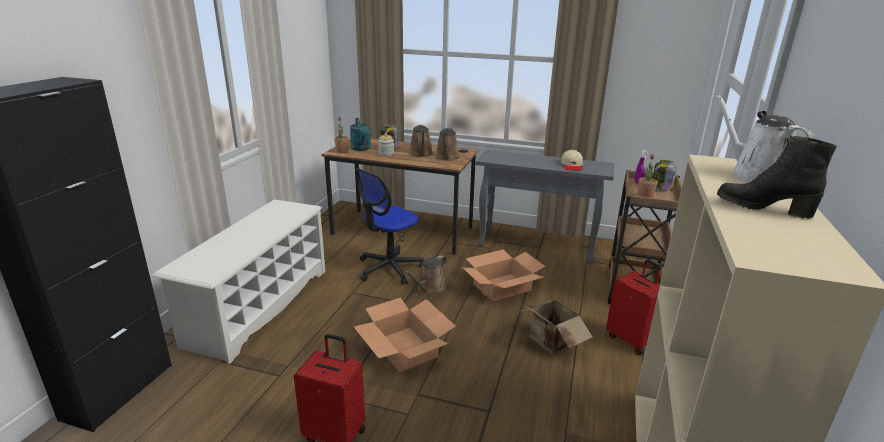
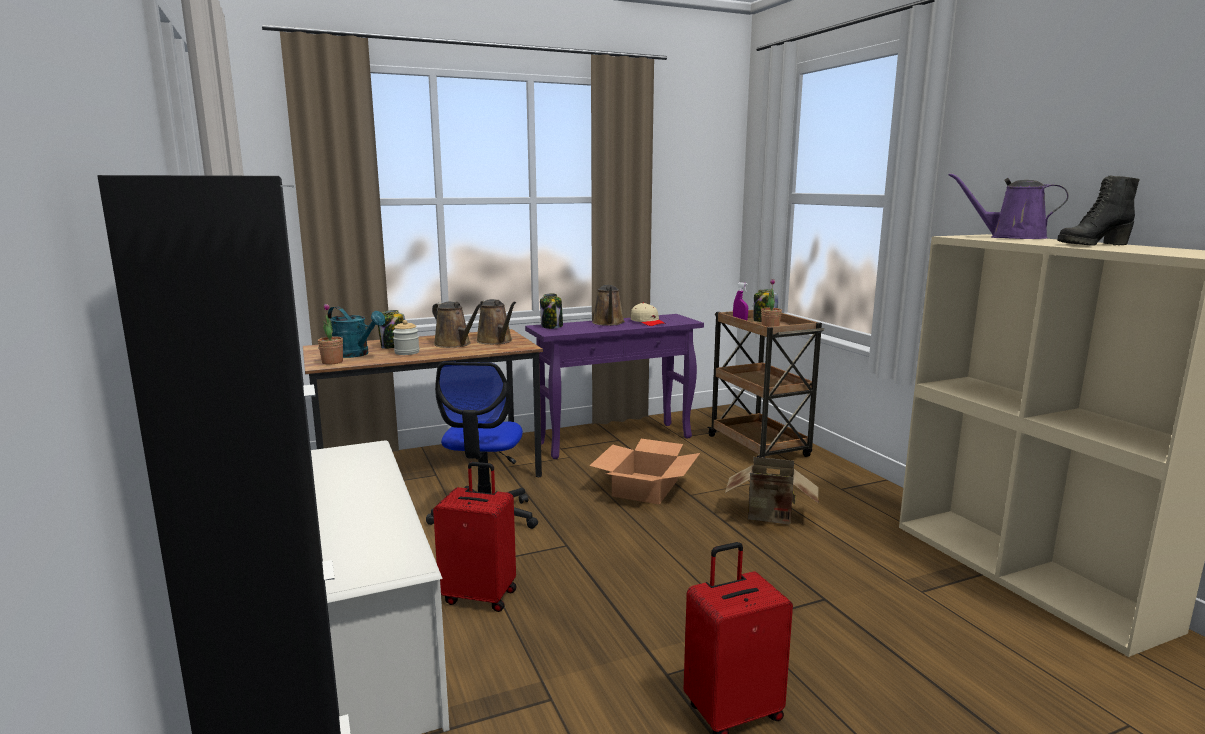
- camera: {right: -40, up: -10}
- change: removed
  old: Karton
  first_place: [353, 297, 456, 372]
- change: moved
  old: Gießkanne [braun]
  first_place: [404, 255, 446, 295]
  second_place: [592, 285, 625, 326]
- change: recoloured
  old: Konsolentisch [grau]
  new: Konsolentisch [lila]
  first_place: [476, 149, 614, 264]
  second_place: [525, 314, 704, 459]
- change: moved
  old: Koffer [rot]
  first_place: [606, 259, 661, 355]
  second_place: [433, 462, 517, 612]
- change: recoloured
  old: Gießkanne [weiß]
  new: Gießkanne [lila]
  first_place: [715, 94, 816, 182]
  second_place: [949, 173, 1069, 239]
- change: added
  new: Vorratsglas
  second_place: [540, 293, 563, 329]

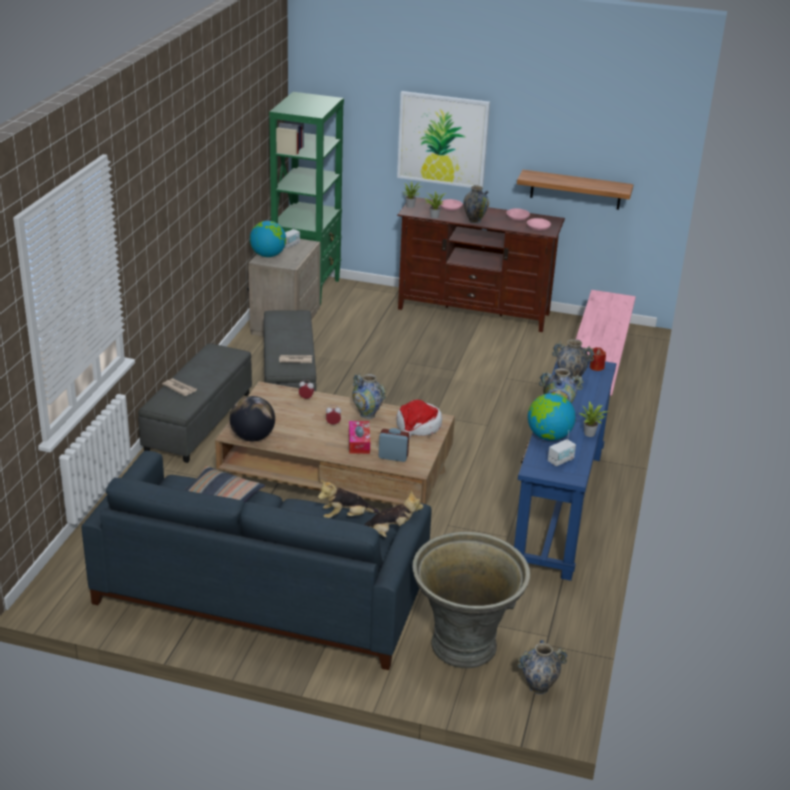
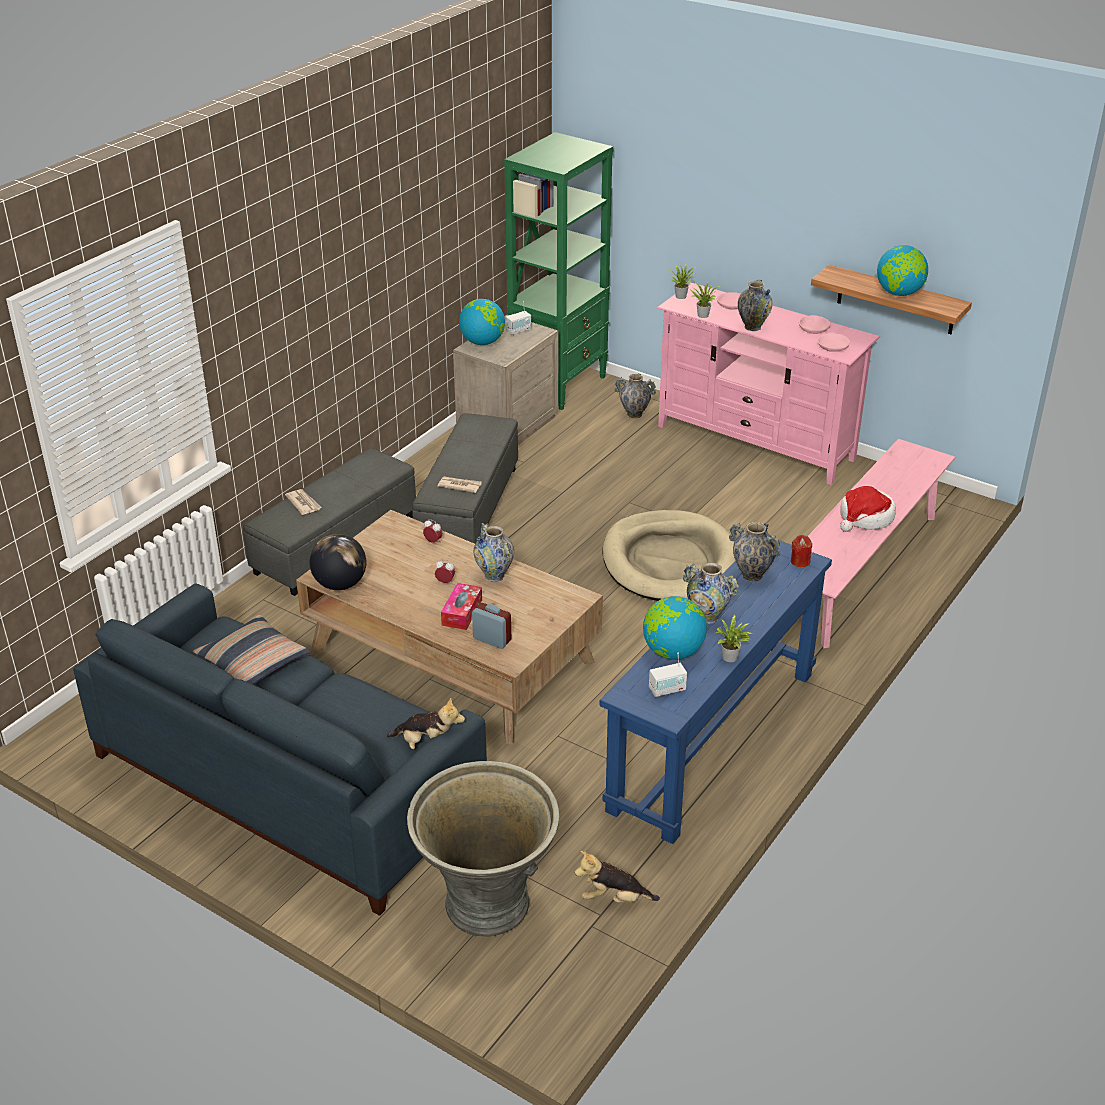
- camera: {right: 20, up: 5}
- change: moved
  old: Plüschtier
  first_place: [318, 480, 379, 518]
  second_place: [575, 851, 660, 903]
- change: moved
  old: Hut
  first_place: [396, 400, 442, 439]
  second_place: [840, 486, 896, 532]
- change: removed
  old: Bild
  first_place: [397, 91, 490, 188]
- change: recoloured
  old: Fernsehschrank [braun]
  new: Fernsehschrank [rosa]
  first_place: [397, 197, 565, 332]
  second_place: [657, 283, 880, 485]
- change: moved
  old: Vase
  first_place: [518, 640, 568, 695]
  second_place: [615, 374, 656, 419]
- change: added
  new: Hundebett [beige]
  second_place: [602, 510, 735, 601]
- change: added
  new: Globus
  second_place: [877, 245, 928, 296]

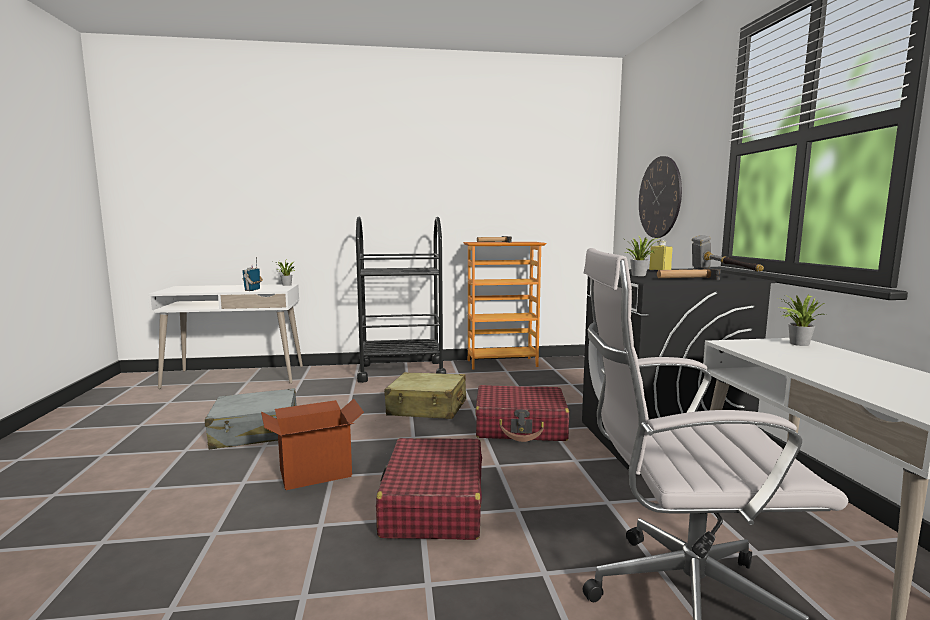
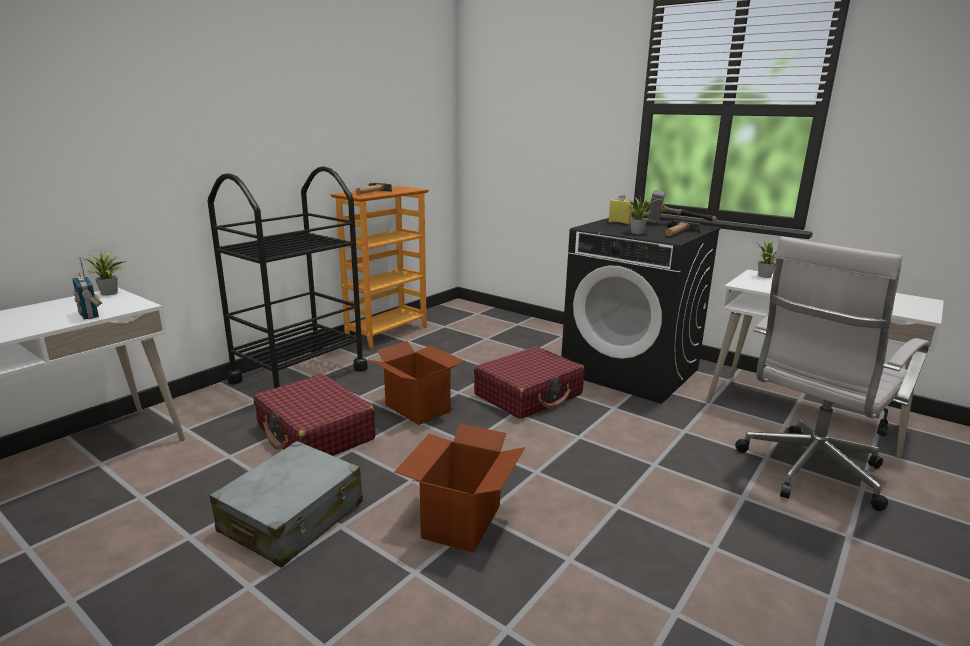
- camera: {right: -45, up: 10}
- change: moved
  old: Koffer [rot]
  first_place: [376, 438, 482, 540]
  second_place: [254, 374, 375, 456]
- change: replaced
  old: Koffer [beige]
  new: Karton
  first_place: [384, 372, 466, 419]
  second_place: [369, 341, 465, 425]
- change: removed
  old: Wanduhr
  first_place: [639, 156, 682, 238]

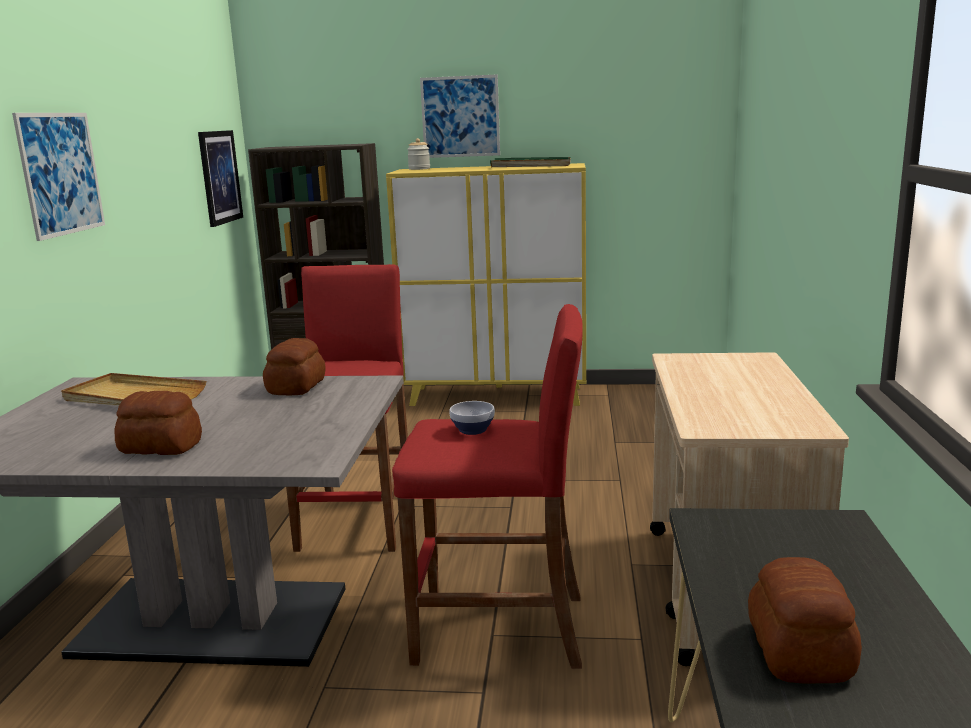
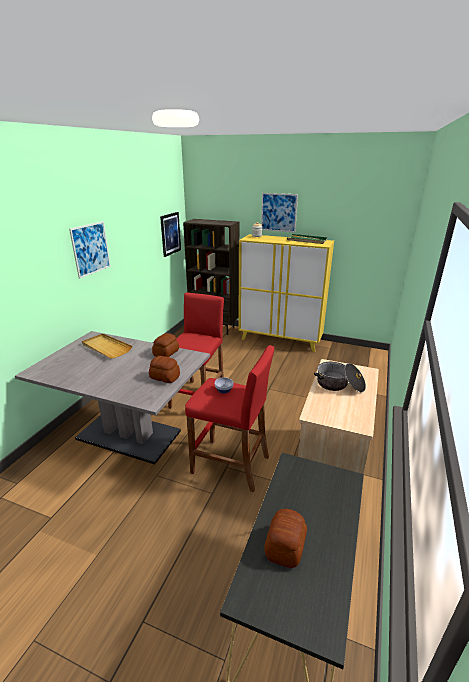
- camera: {right: 15, up: 10}
- change: moved
  old: Brot
  first_place: [115, 391, 202, 455]
  second_place: [149, 356, 180, 383]
- change: added
  new: Kochtopf
  second_place: [314, 362, 366, 392]

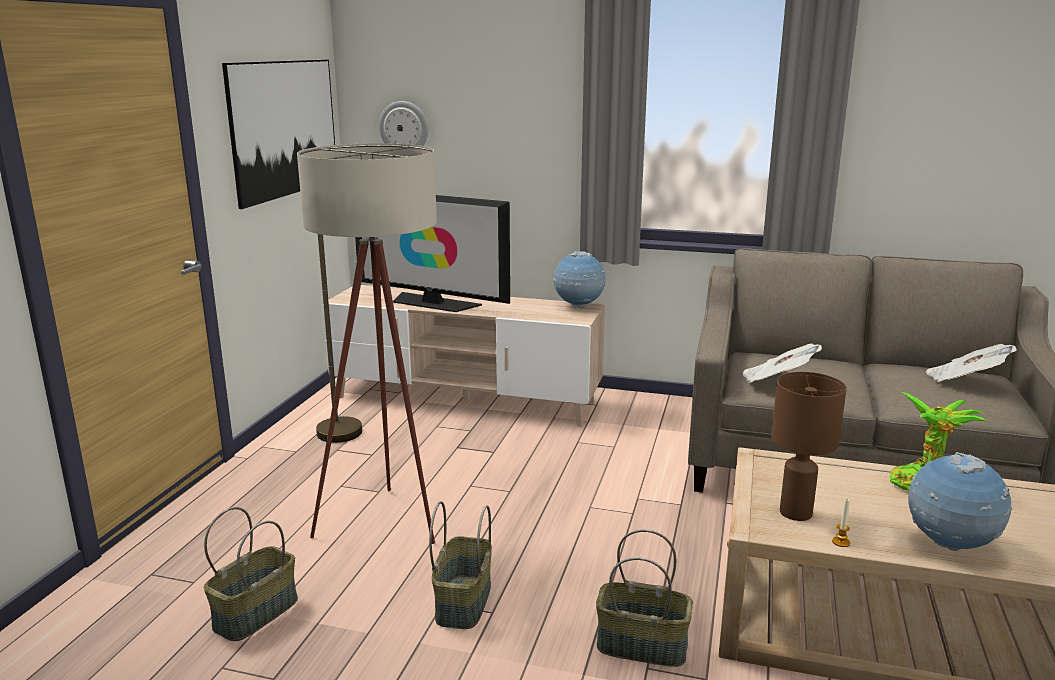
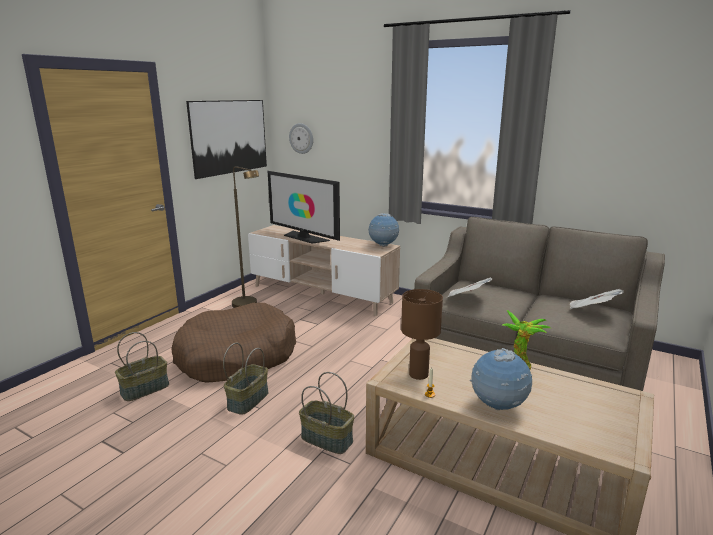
- camera: {right: 15, up: 0}
- change: replaced
  old: Stehlampe [beige]
  new: Hundebett [braun]
  first_place: [297, 143, 437, 544]
  second_place: [171, 303, 296, 383]

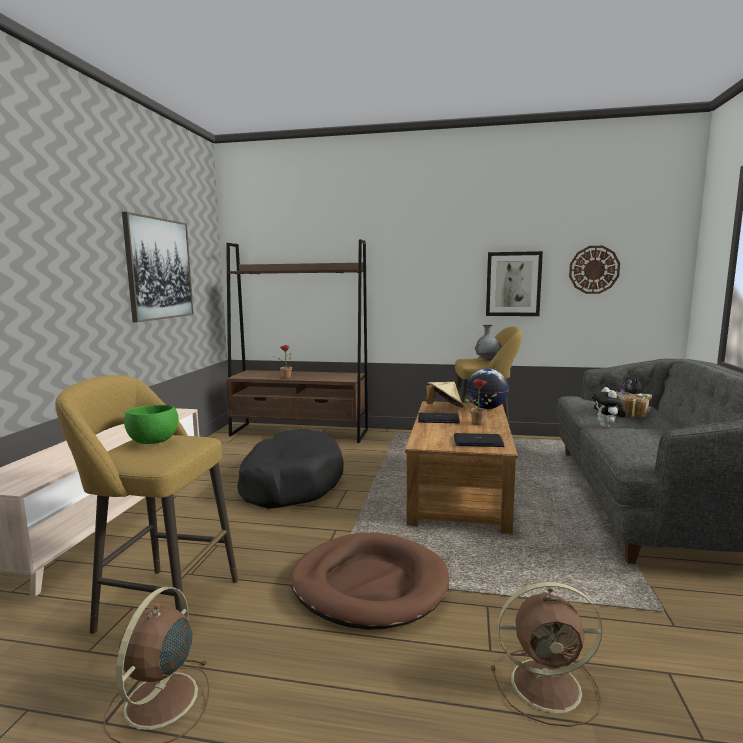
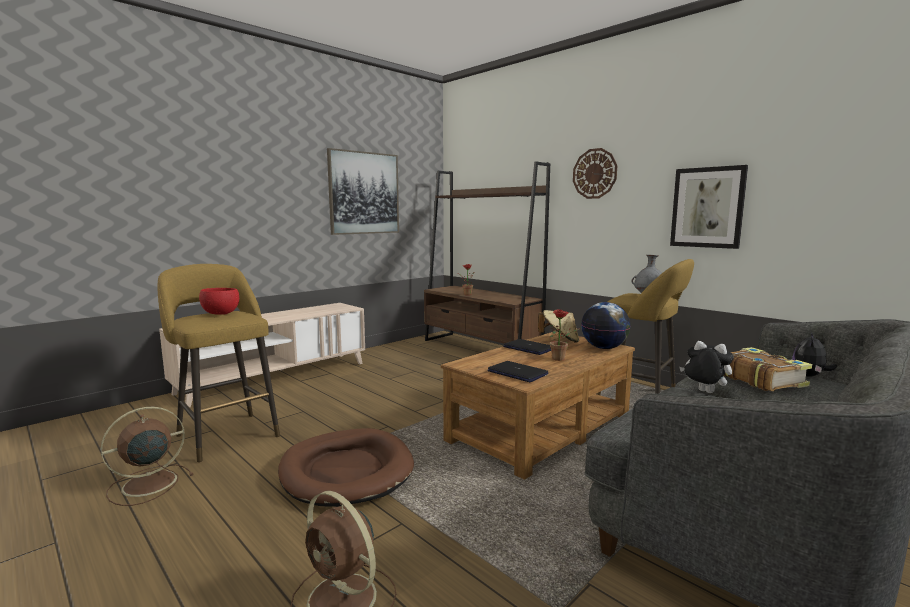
- camera: {right: 35, up: 0}
- change: recoloured
  old: Schüssel [grün]
  new: Schüssel [rot]
  first_place: [124, 405, 179, 444]
  second_place: [199, 288, 239, 315]
- change: removed
  old: Hundebett [schwarz]
  first_place: [237, 428, 344, 509]
- change: moved
  old: Wanduhr
  first_place: [569, 246, 620, 294]
  second_place: [573, 148, 617, 199]
- change: turned
  old: Plüschtier
  first_place: [592, 387, 627, 428]
  second_place: [679, 341, 734, 393]
  degrees: 90

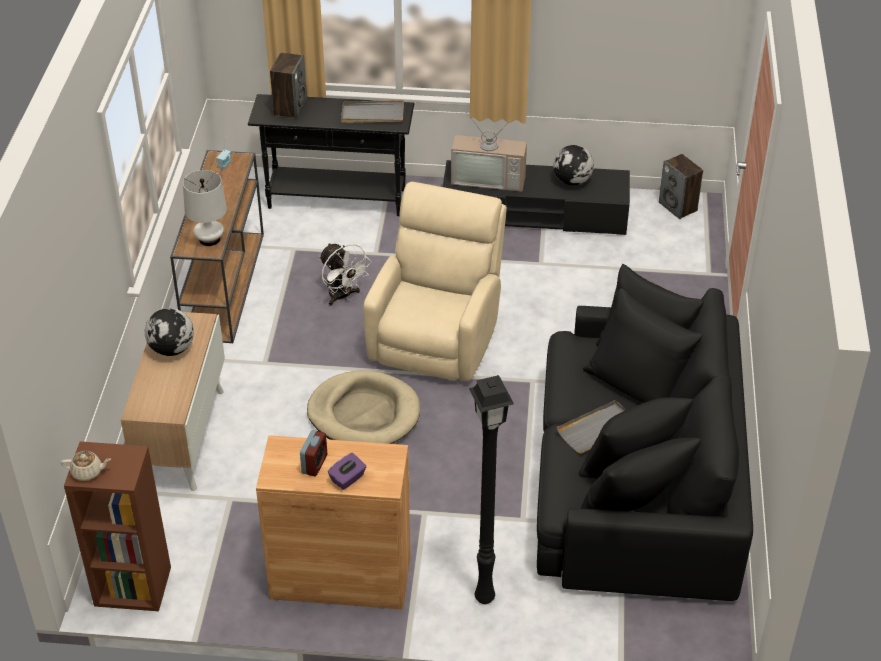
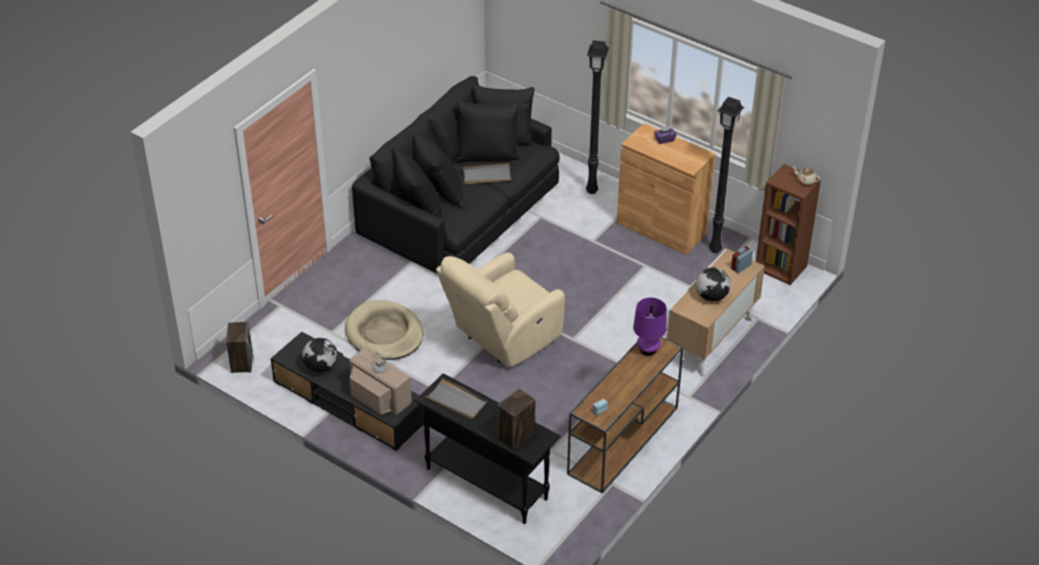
- camera: {right: -150, up: 0}
- change: recoloured
  old: Tischlampe [weiß]
  new: Tischlampe [lila]
  first_place: [183, 170, 227, 246]
  second_place: [633, 298, 667, 356]
- change: moved
  old: Wecker
  first_place: [300, 430, 327, 477]
  second_place: [731, 246, 753, 273]
- change: moved
  old: Hundebett [beige]
  first_place: [307, 370, 420, 444]
  second_place: [345, 300, 424, 360]
- change: removed
  old: Ventilator [weiß]
  first_place: [319, 243, 372, 306]
- change: added
  new: Stehlampe [schwarz]
  second_place: [709, 97, 744, 253]

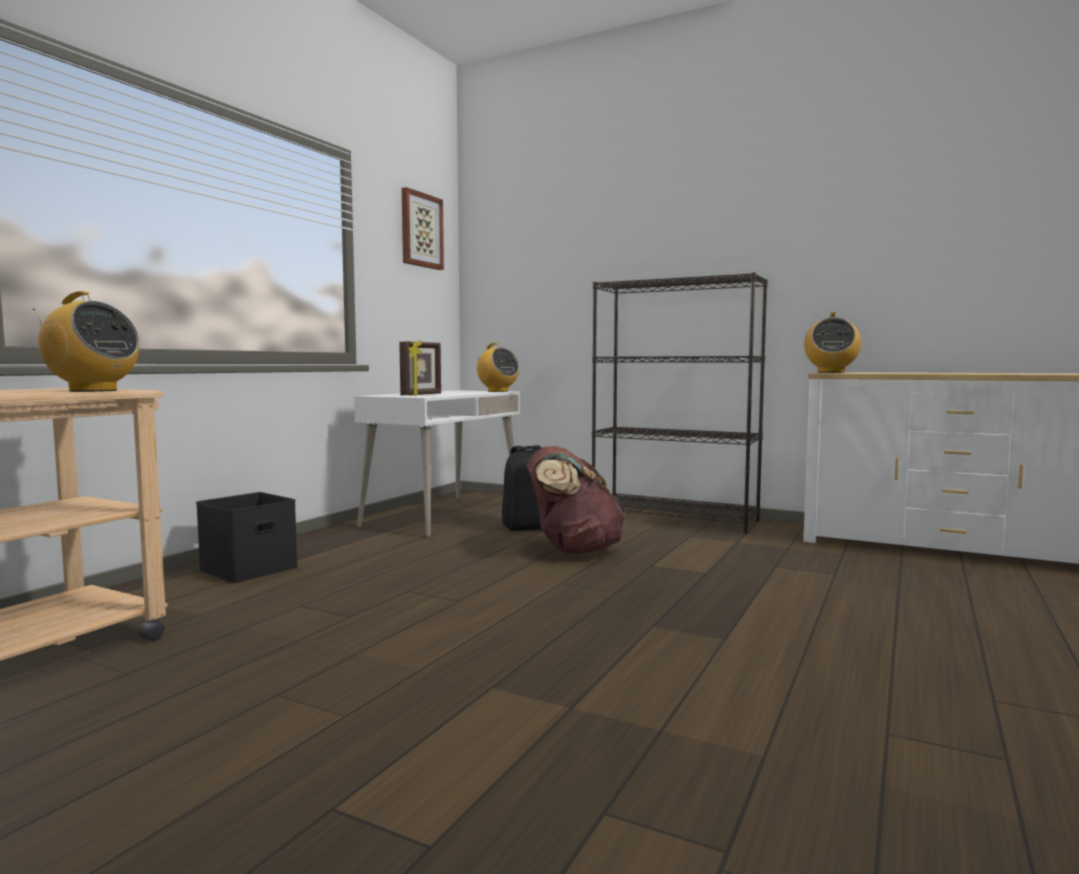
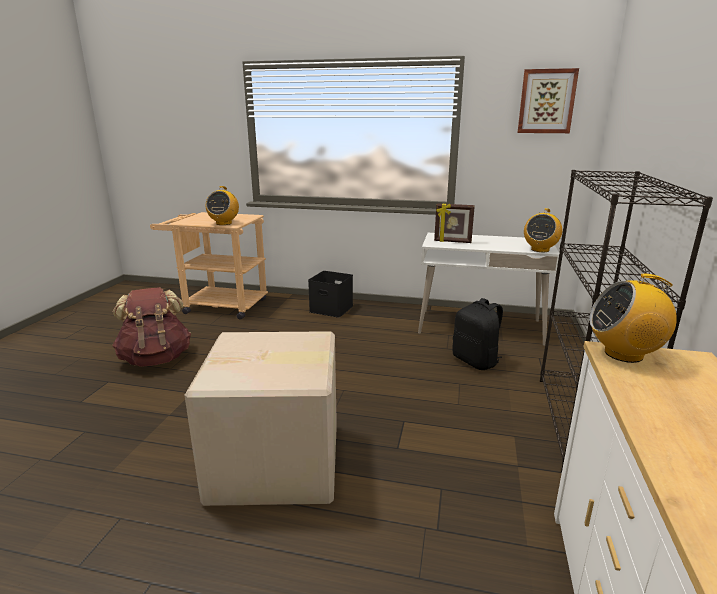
- camera: {right: 75, up: 15}
- change: moved
  old: Rucksack [braun]
  first_place: [527, 446, 626, 555]
  second_place: [112, 287, 191, 367]
- change: added
  new: Karton
  second_place: [184, 331, 337, 506]

